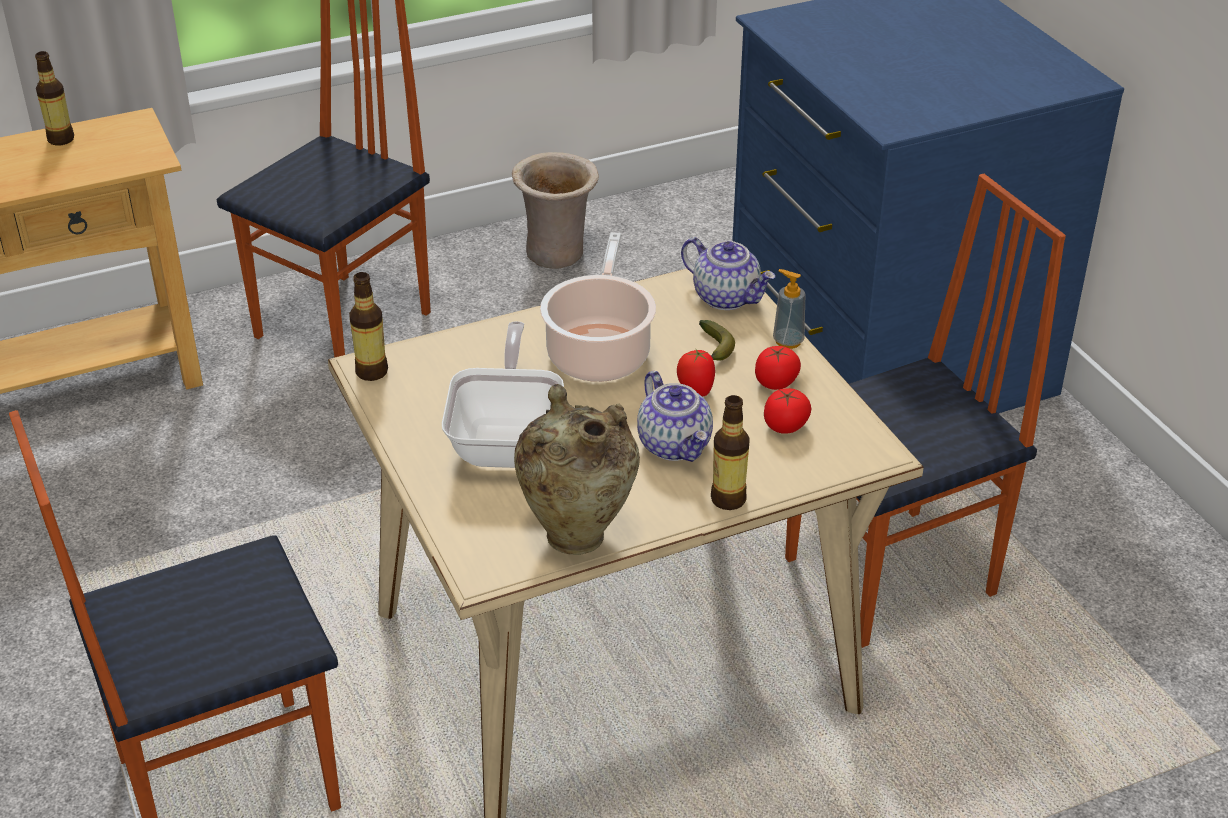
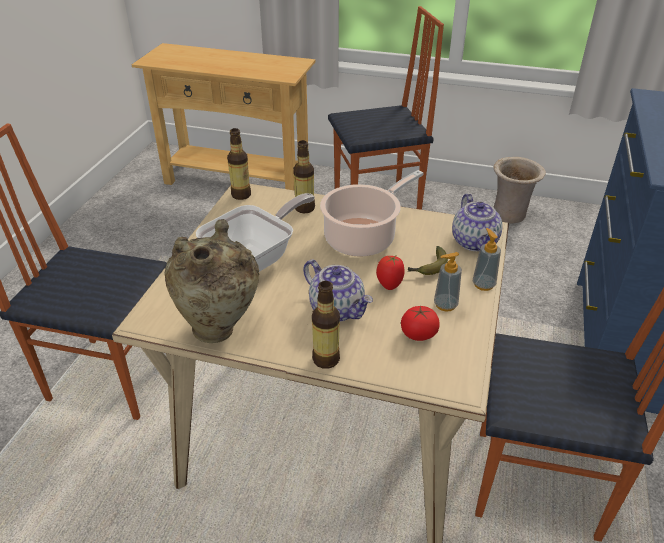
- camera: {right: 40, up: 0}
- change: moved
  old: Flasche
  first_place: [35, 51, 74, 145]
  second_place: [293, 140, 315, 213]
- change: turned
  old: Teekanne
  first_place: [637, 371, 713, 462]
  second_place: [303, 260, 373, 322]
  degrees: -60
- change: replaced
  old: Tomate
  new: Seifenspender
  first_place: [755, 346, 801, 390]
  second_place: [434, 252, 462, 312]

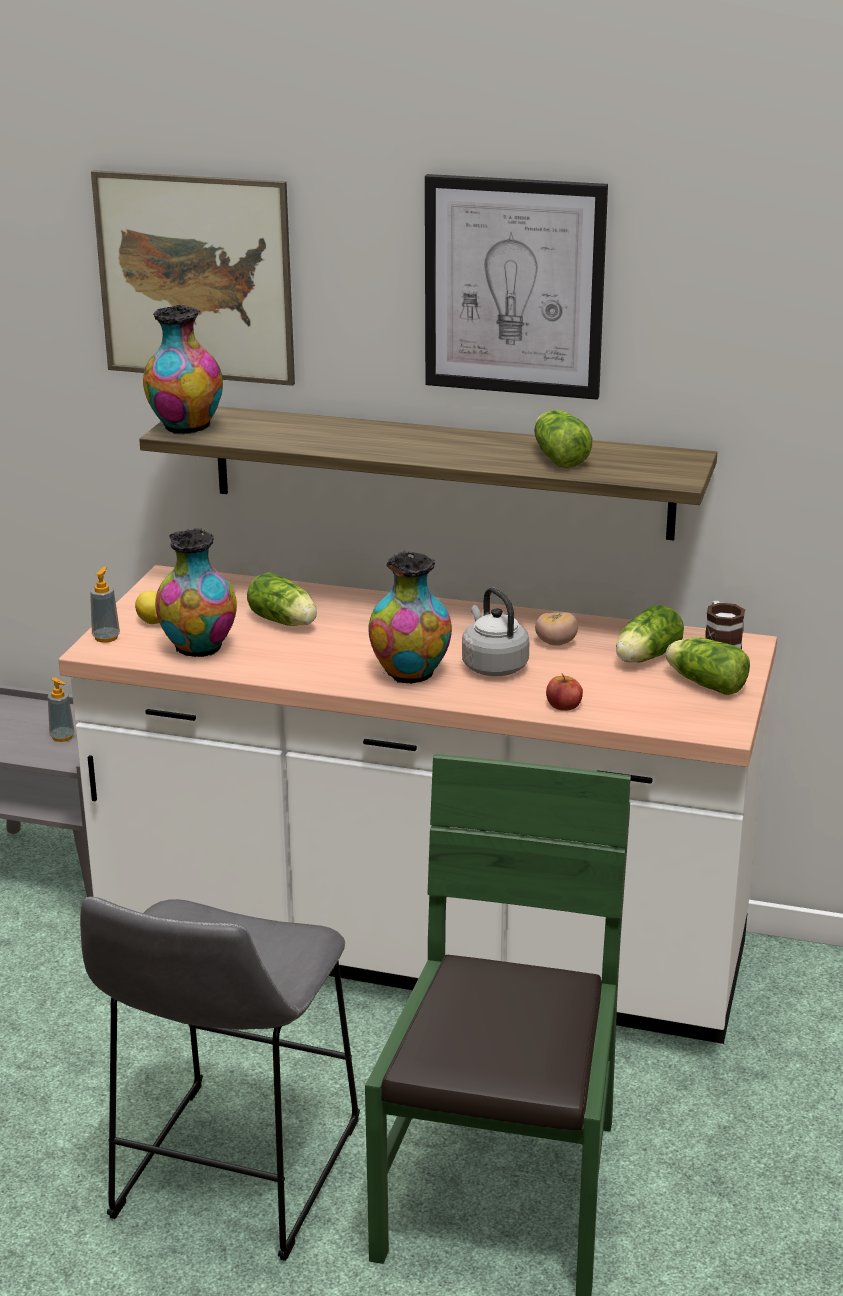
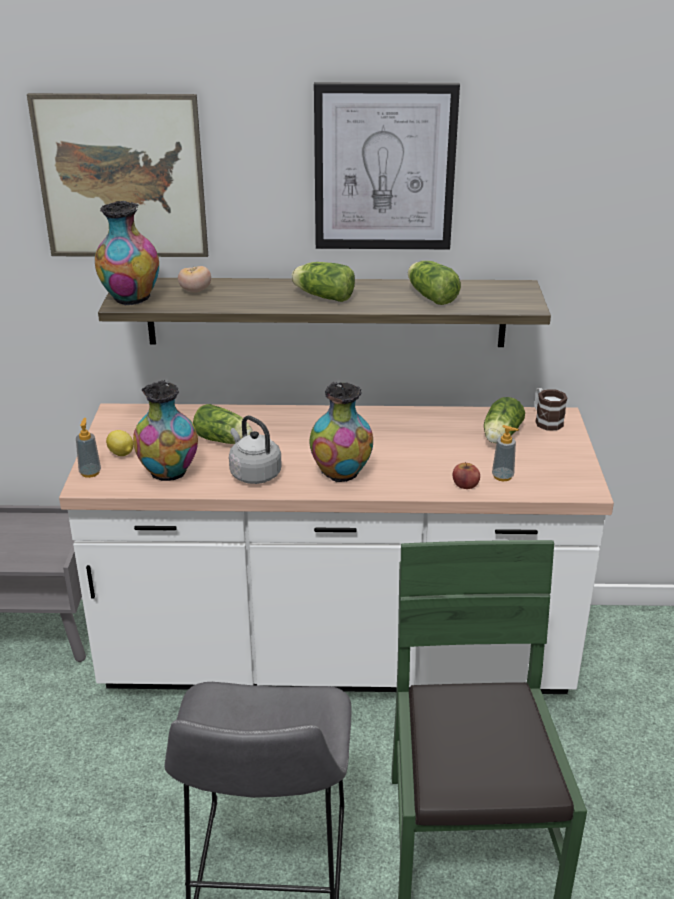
- camera: {right: -15, up: 5}
- change: moved
  old: Seifenspender
  first_place: [48, 677, 75, 742]
  second_place: [492, 425, 519, 481]
- change: moved
  old: Wasserkessel [grau]
  first_place: [462, 587, 530, 676]
  second_place: [229, 416, 282, 484]
- change: moved
  old: Tomate
  first_place: [535, 612, 578, 646]
  second_place: [178, 266, 211, 292]
- change: moved
  old: Salatkopf
  first_place: [666, 637, 750, 695]
  second_place: [291, 262, 355, 302]

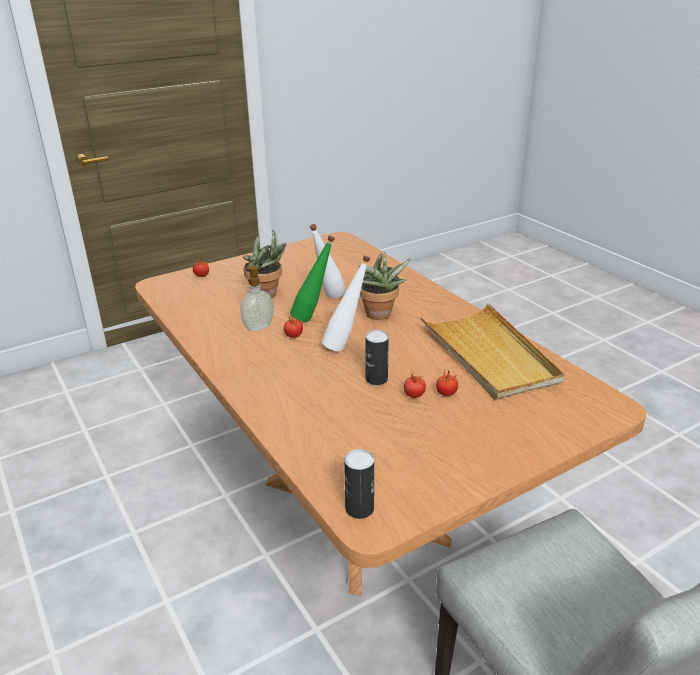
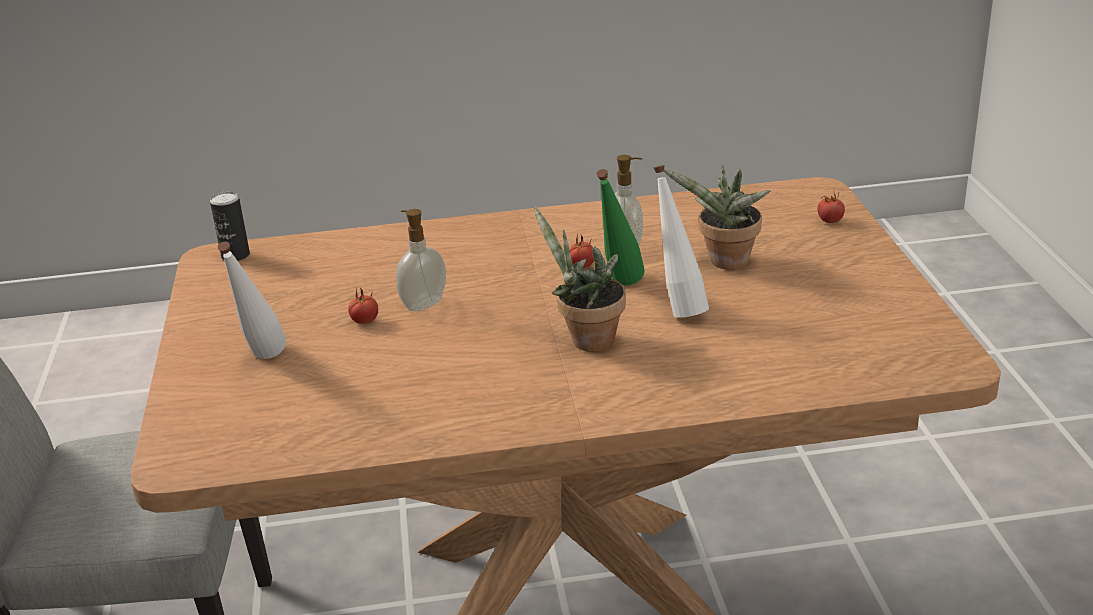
- camera: {right: 115, up: 0}
- change: moved
  old: Flasche [weiß]
  first_place: [322, 256, 371, 351]
  second_place: [218, 242, 287, 359]
- change: replaced
  old: Dose
  new: Seifenspender
  first_place: [365, 330, 389, 385]
  second_place: [396, 209, 446, 312]
- change: removed
  old: Tablett [beige]
  first_place: [420, 303, 565, 400]
- change: removed
  old: Tomate
  first_place: [436, 370, 458, 396]

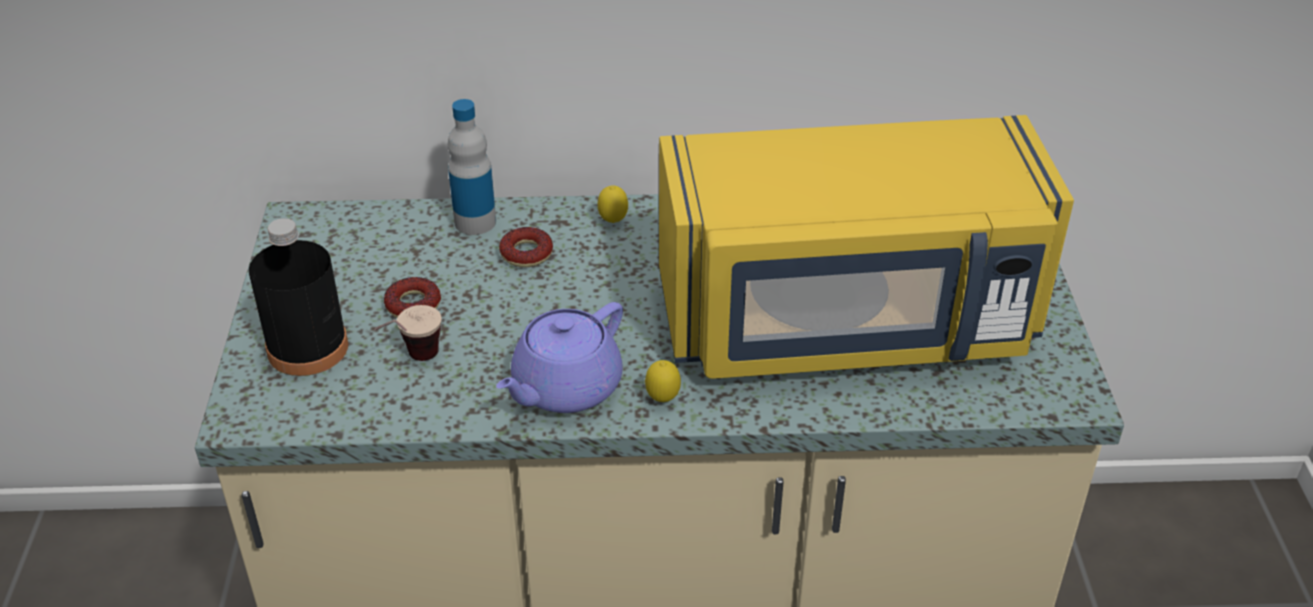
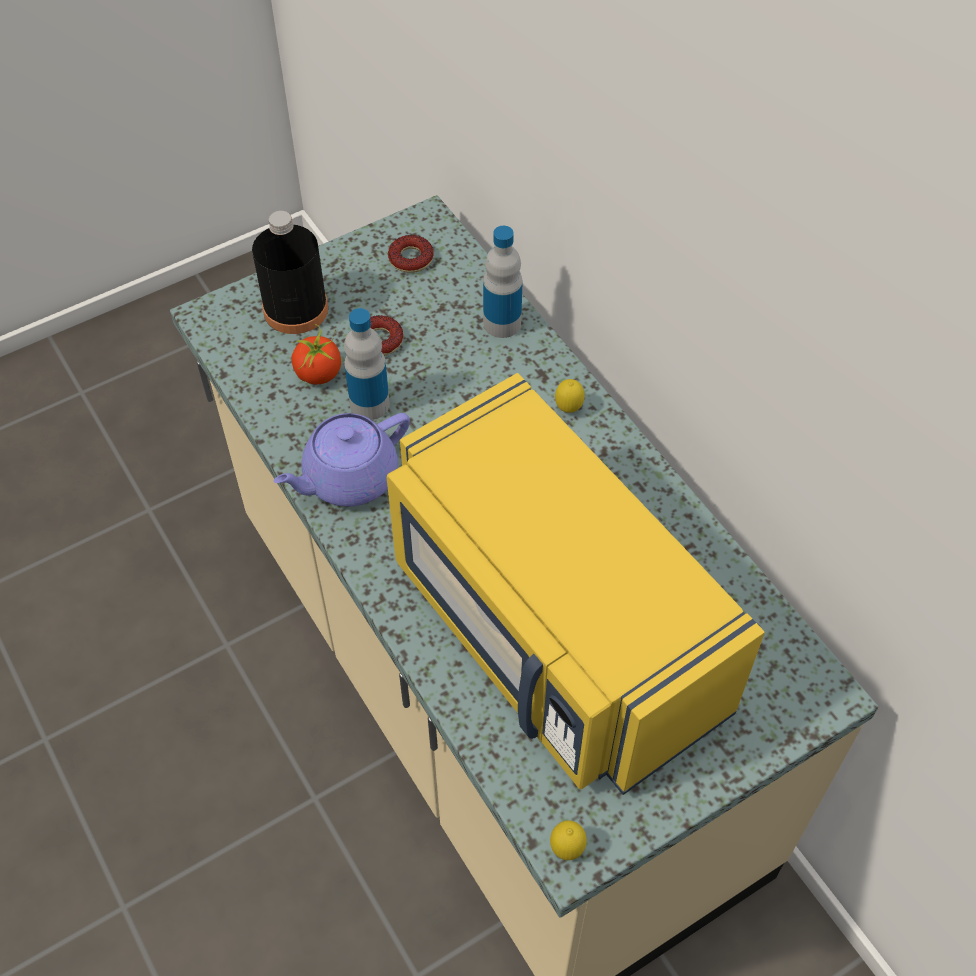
- camera: {right: 60, up: 15}
- change: replaced
  old: Tasse
  new: Tomate
  first_place: [374, 305, 442, 361]
  second_place: [292, 325, 341, 384]
- change: turned
  old: Teekanne [lila]
  first_place: [496, 302, 623, 413]
  second_place: [274, 413, 410, 507]
  degrees: -45
- change: moved
  old: Donut
  first_place: [499, 227, 553, 267]
  second_place: [388, 235, 434, 273]
- change: moved
  old: Zitrone
  first_place: [645, 360, 681, 402]
  second_place: [550, 820, 587, 860]
- change: added
  new: Flasche
  second_place: [344, 308, 390, 420]

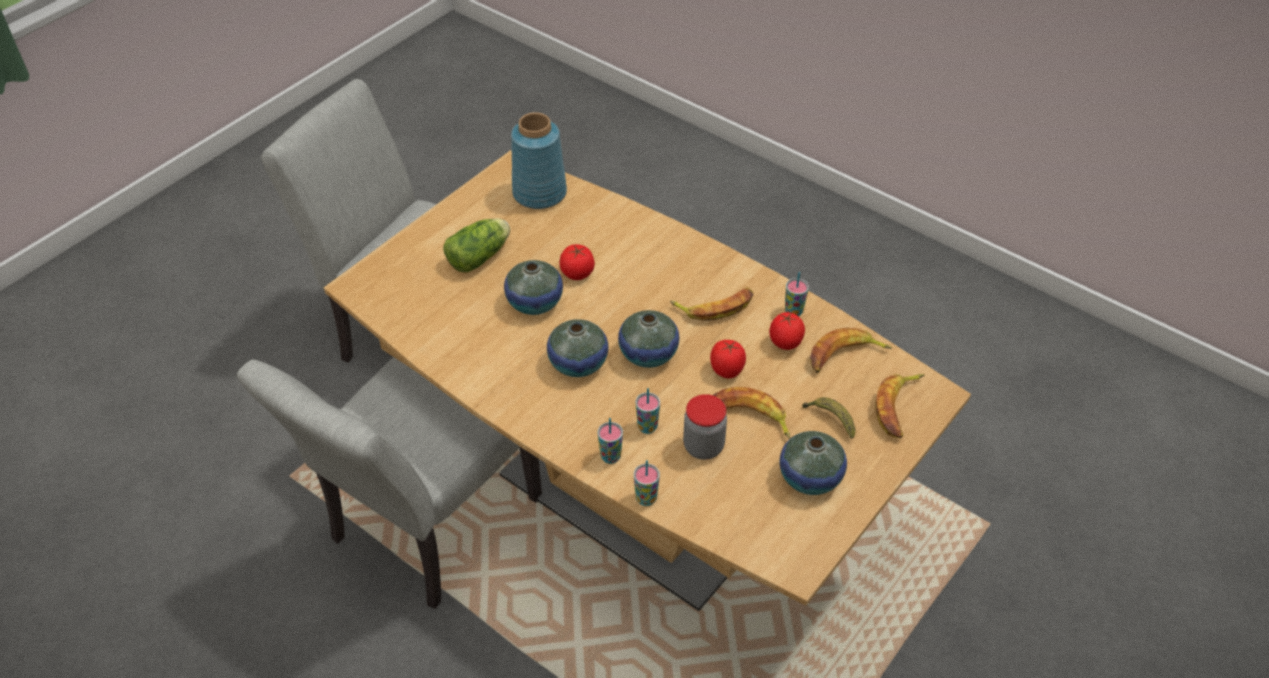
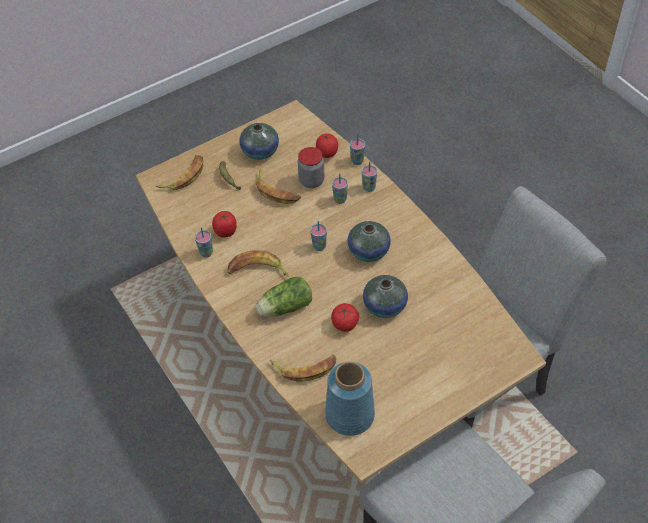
- camera: {right: -160, up: 5}
- change: moved
  old: Salatkopf
  first_place: [443, 218, 510, 272]
  second_place: [256, 277, 312, 317]
- change: replaced
  old: Vase
  new: Tasse
  first_place: [618, 310, 679, 368]
  second_place: [310, 221, 327, 251]
- change: moved
  old: Tomate
  first_place: [710, 340, 746, 378]
  second_place: [316, 133, 338, 158]
- change: moved
  old: Banane
  first_place: [810, 327, 892, 373]
  second_place: [270, 355, 336, 382]

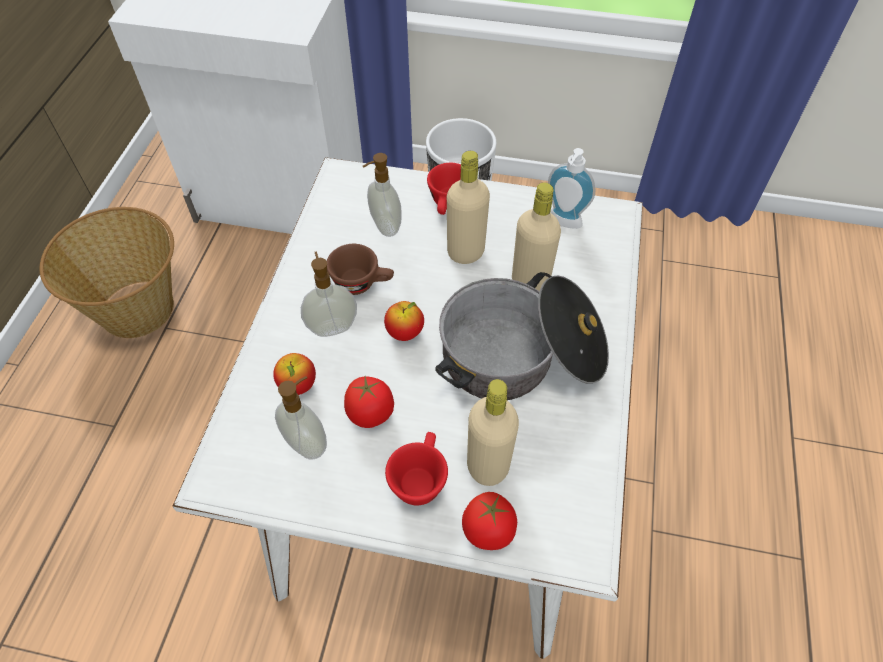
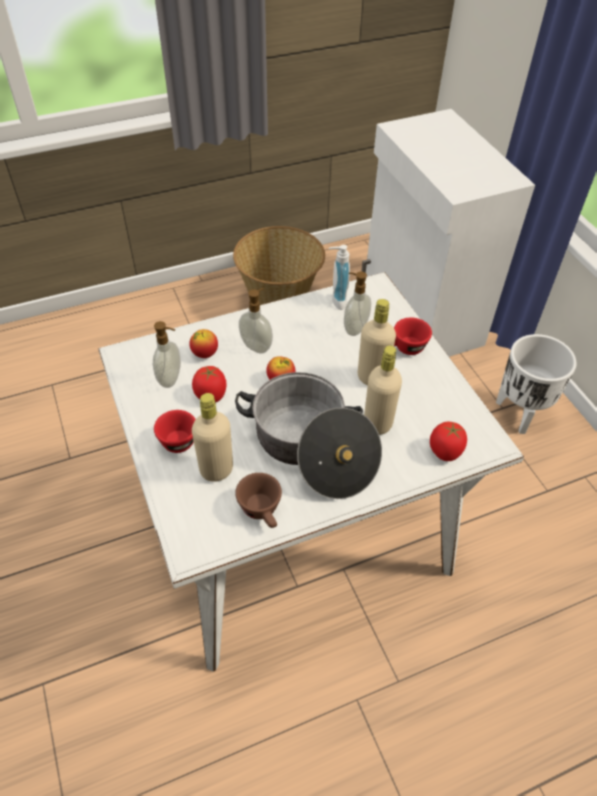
- camera: {right: 55, up: -5}
- change: moved
  old: Tasse [braun]
  first_place: [327, 244, 394, 295]
  second_place: [235, 473, 282, 528]
- change: moved
  old: Tomate
  first_place: [462, 492, 517, 550]
  second_place: [430, 422, 467, 461]
- change: moved
  old: Seifenspender
  first_place: [548, 148, 595, 229]
  second_place: [329, 245, 350, 310]

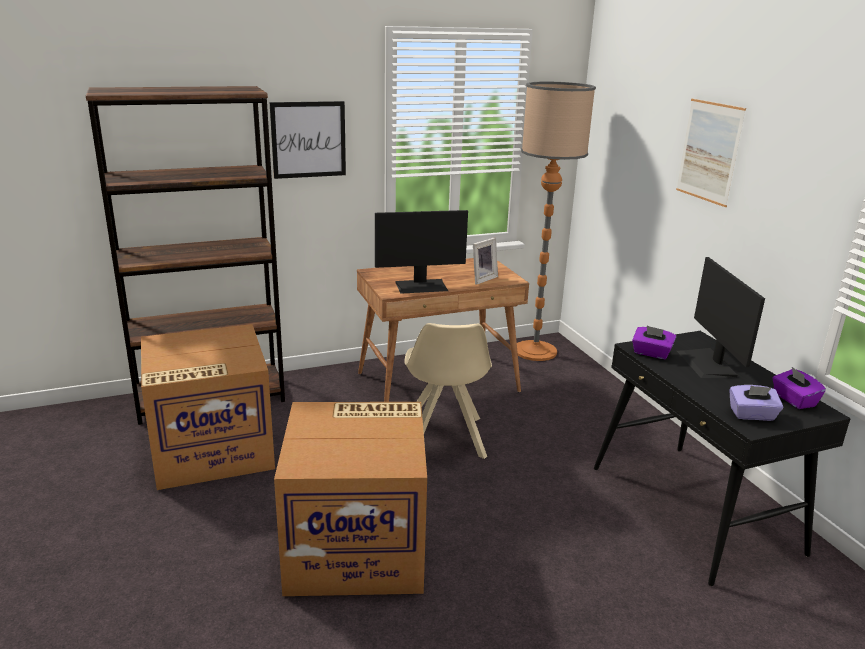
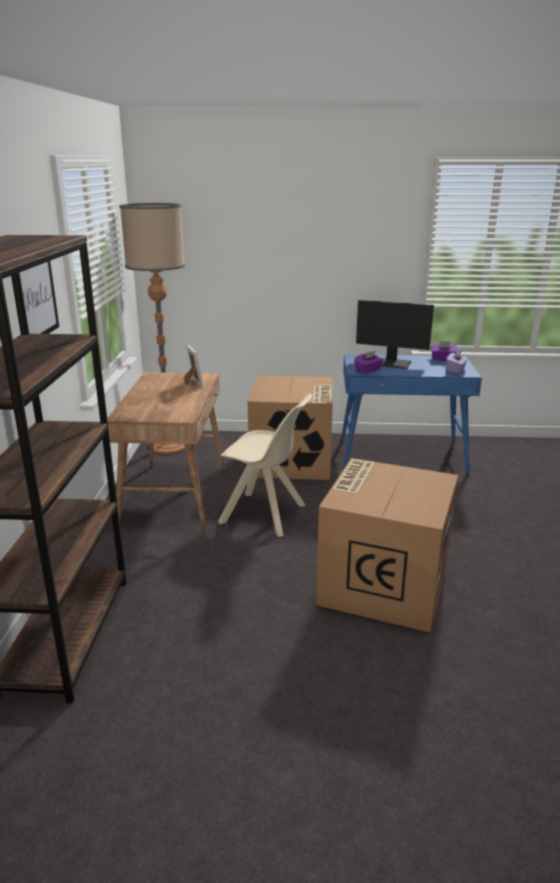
- camera: {right: -65, up: 0}
- change: moved
  old: Karton
  first_place: [141, 324, 275, 490]
  second_place: [248, 375, 333, 480]
- change: removed
  old: Monitor
  first_place: [375, 210, 468, 294]
- change: recoloured
  old: Schreibtisch [schwarz]
  new: Schreibtisch [blau]
  first_place: [594, 331, 851, 586]
  second_place: [341, 354, 482, 475]
- change: removed
  old: Bild
  first_place: [676, 99, 746, 207]

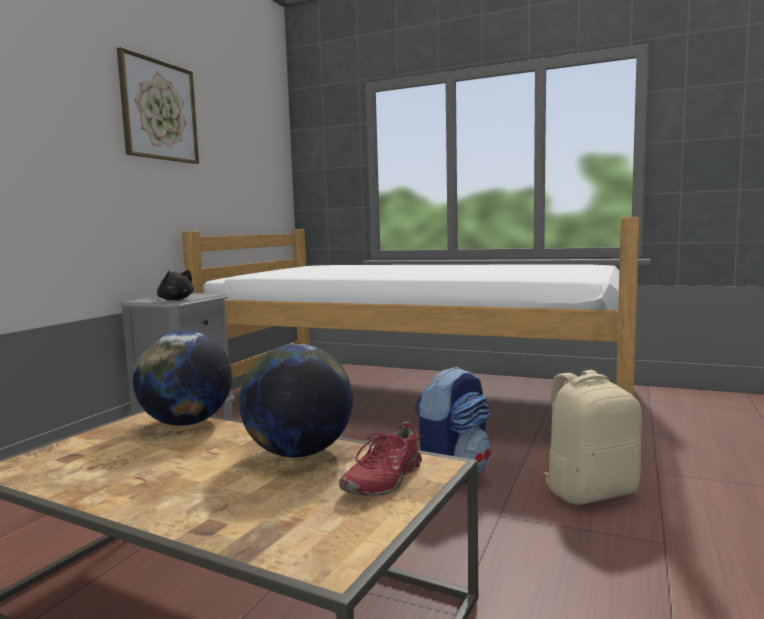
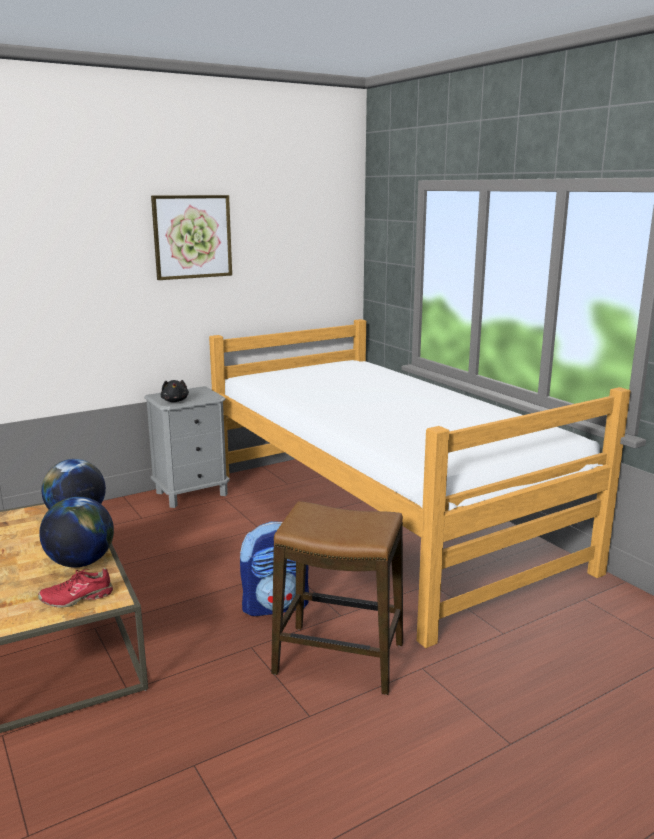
- camera: {right: 35, up: 10}
- change: replaced
  old: Rucksack [beige]
  new: Hocker
  first_place: [543, 370, 642, 505]
  second_place: [271, 501, 403, 695]

